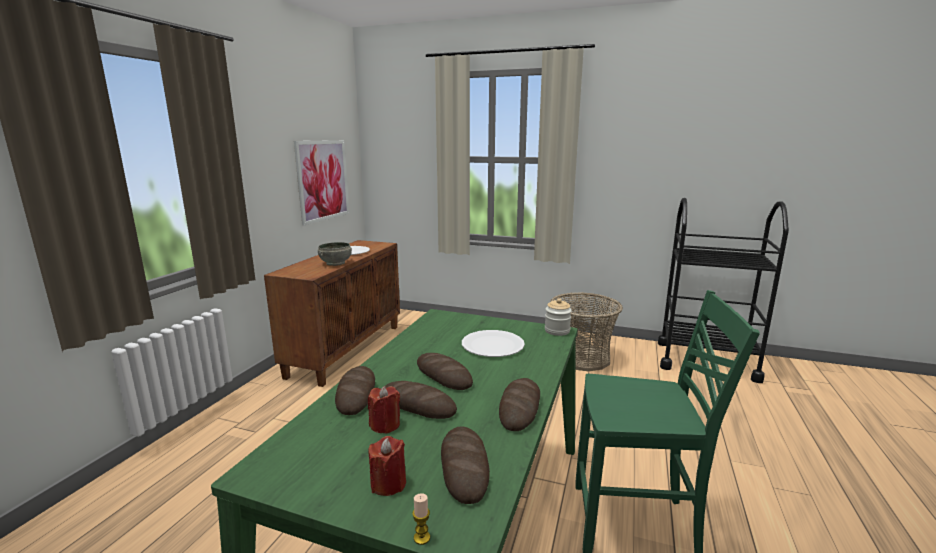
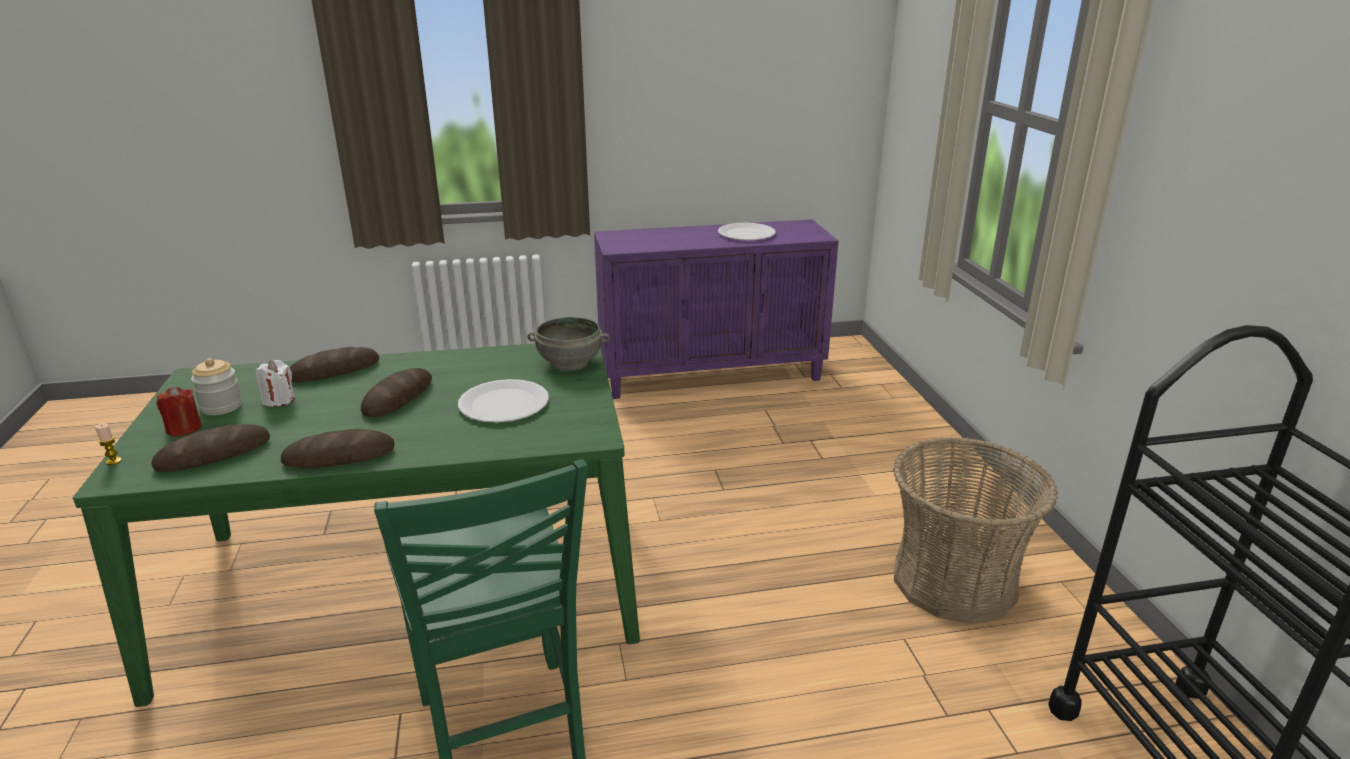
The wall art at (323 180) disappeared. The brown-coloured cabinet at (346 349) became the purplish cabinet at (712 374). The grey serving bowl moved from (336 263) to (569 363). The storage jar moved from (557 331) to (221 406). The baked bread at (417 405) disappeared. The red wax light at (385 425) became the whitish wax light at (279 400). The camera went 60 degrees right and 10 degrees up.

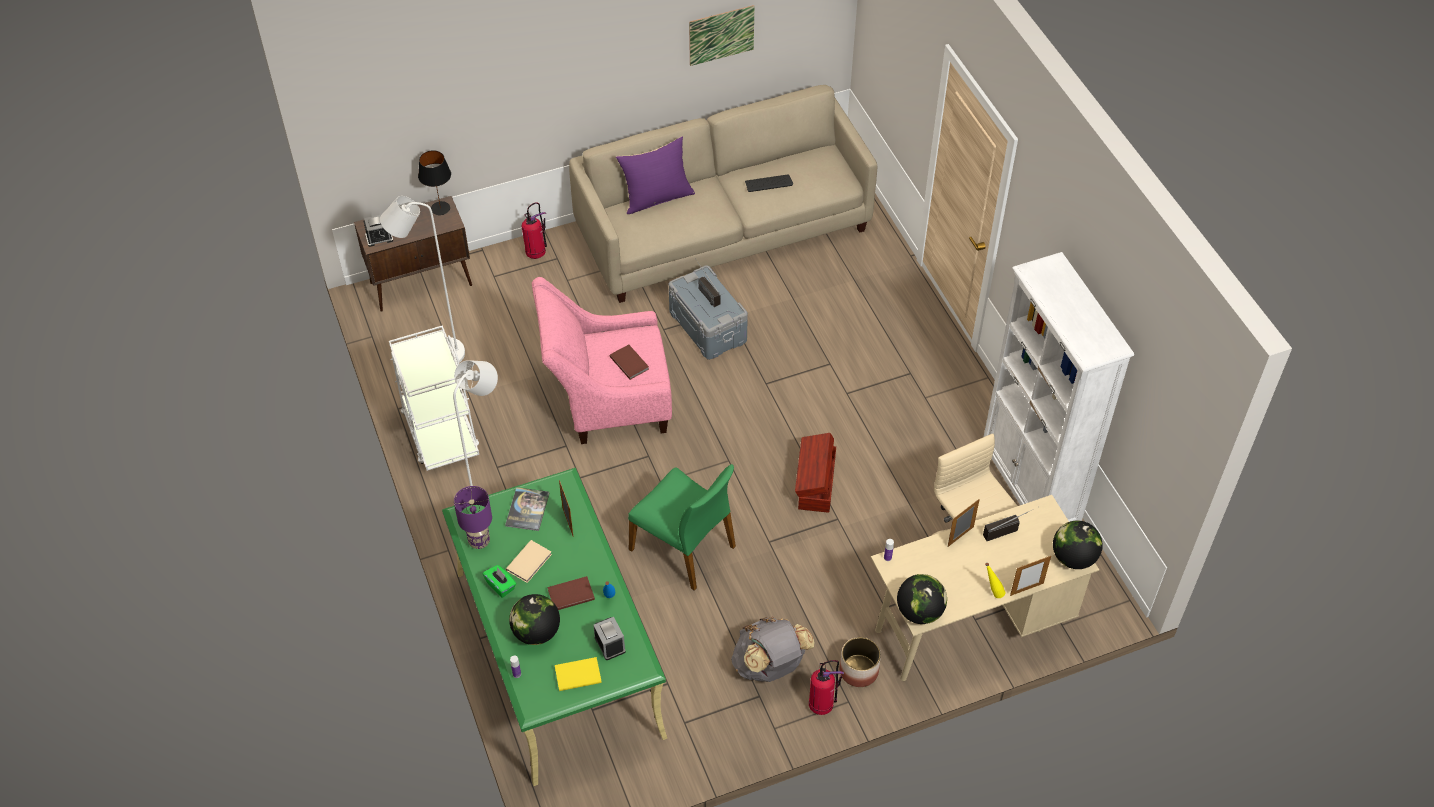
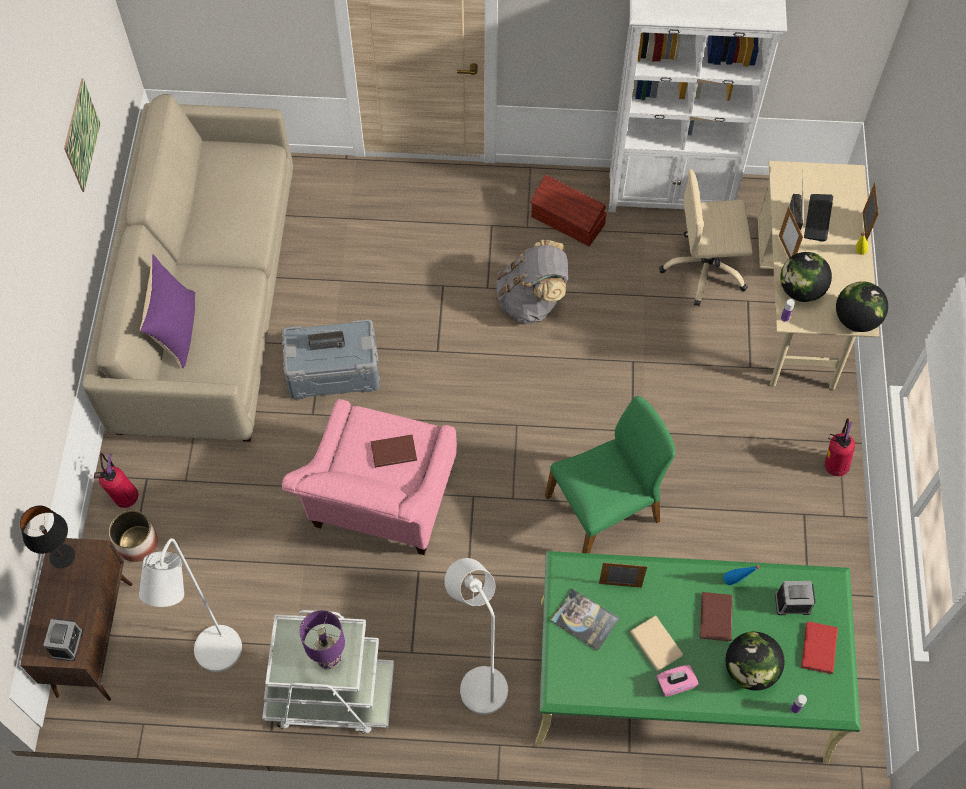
The computer keyboard moved from (768 183) to (818 218). The brown-coloured storage box moved from (815 484) to (568 222). The purplish table lamp moved from (479 542) to (329 658). The desk globe moved from (1073 558) to (801 290). The green box of tissues at (501 586) became the pink-coloured box of tissues at (675 684). The grey backpack moved from (770 666) to (532 301). The planter moved from (858 671) to (138 543). The yellow volume at (577 674) became the red volume at (817 648). The camera went 65 degrees left and 10 degrees up.

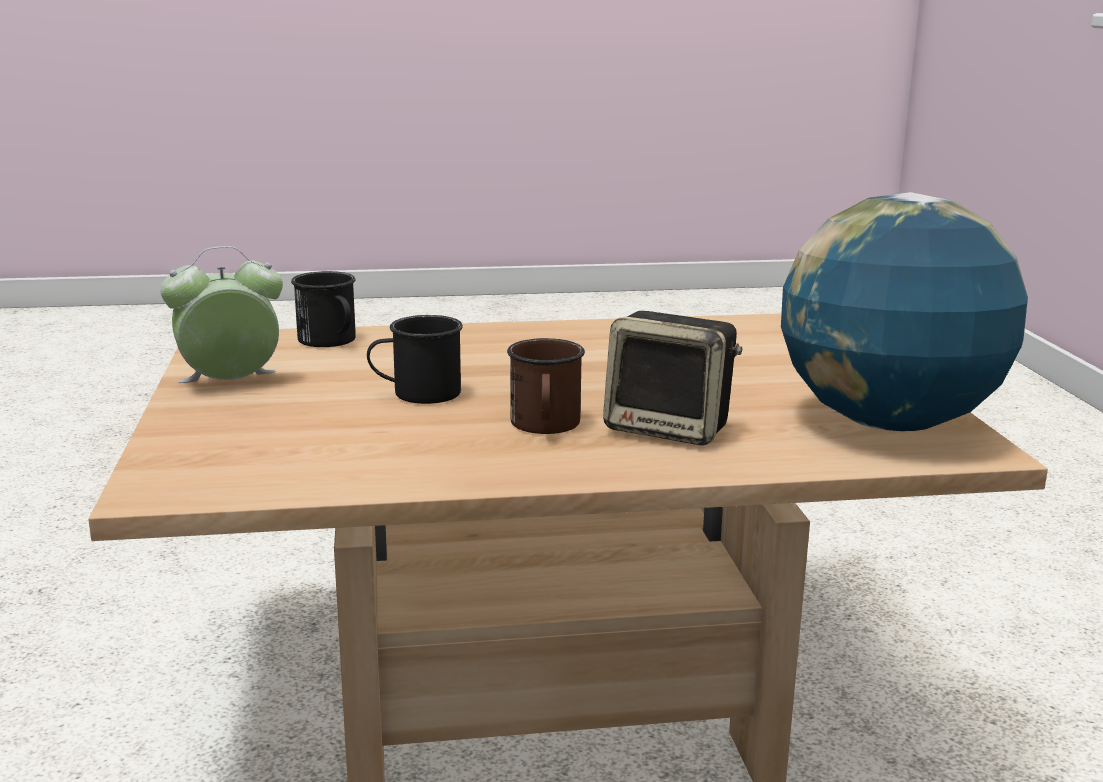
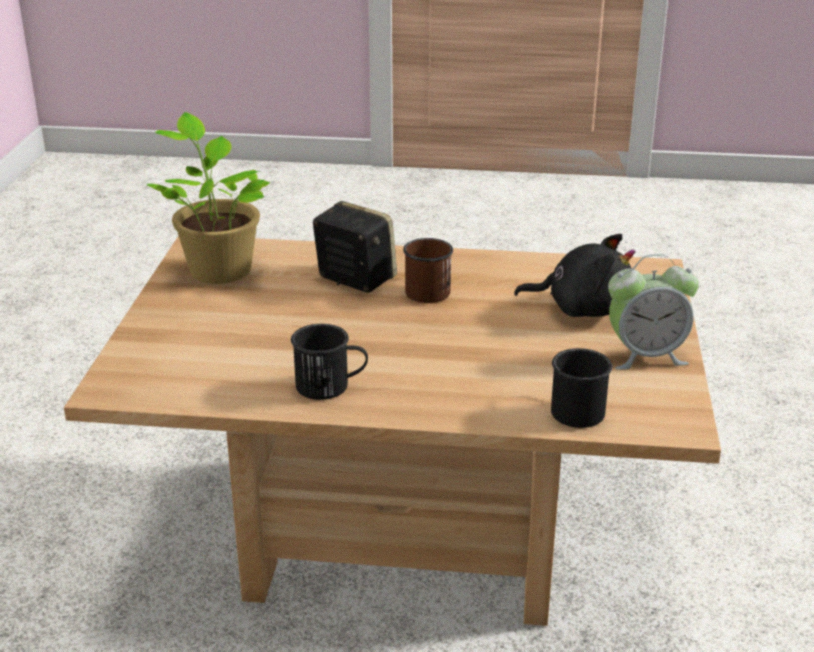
The desk globe at (887 423) was replaced by the houseplant at (218 269). The black-coloured coffee mug moved from (416 394) to (331 386). The black-coloured cuddly toy at (582 308) appeared. The camera went 165 degrees left and 10 degrees up.

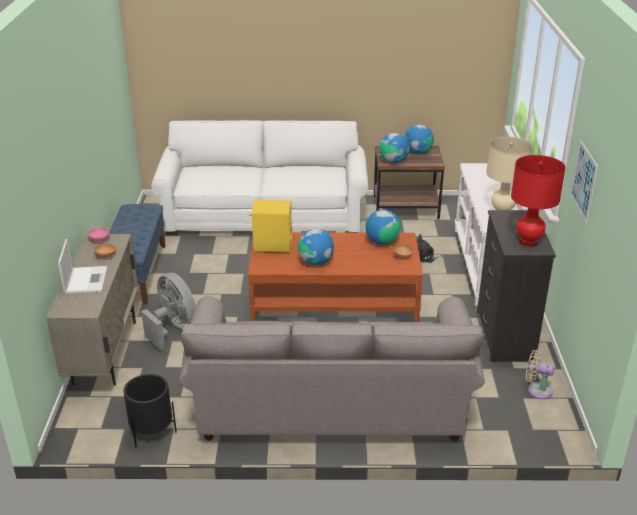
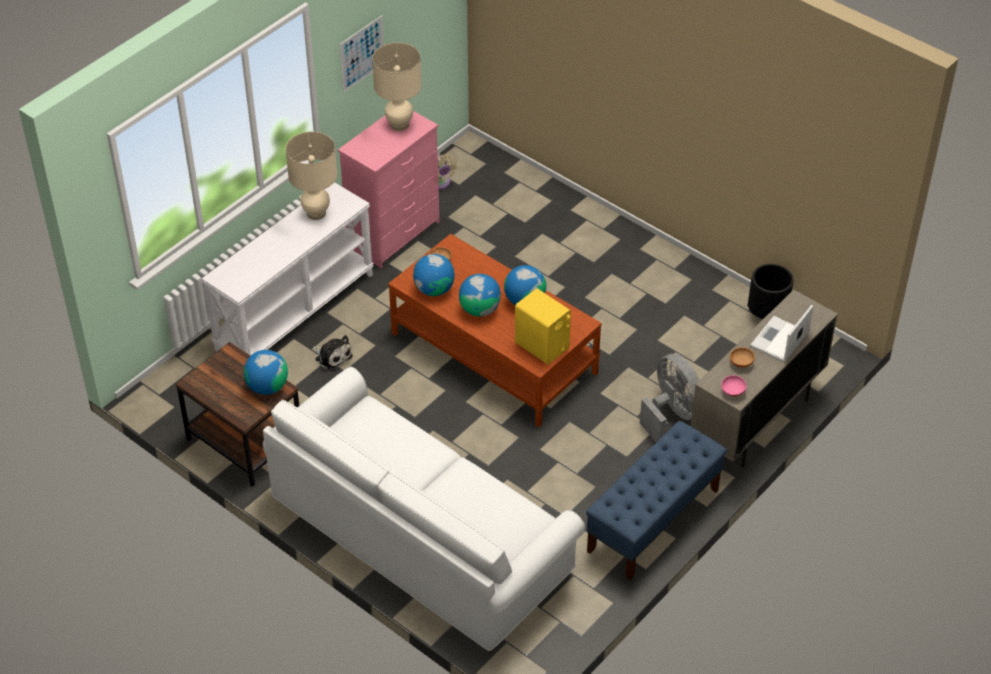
The desk globe moved from (417 152) to (479 309). The red table lamp at (528 241) became the sand-coloured table lamp at (399 124). The black-coloured drawer chest at (504 336) became the pink-coloured drawer chest at (394 234). The grey electric fan at (173 328) turned 150 degrees clockwise. The grey sofa at (330 404) disappeared. The camera went 140 degrees left and 15 degrees up.

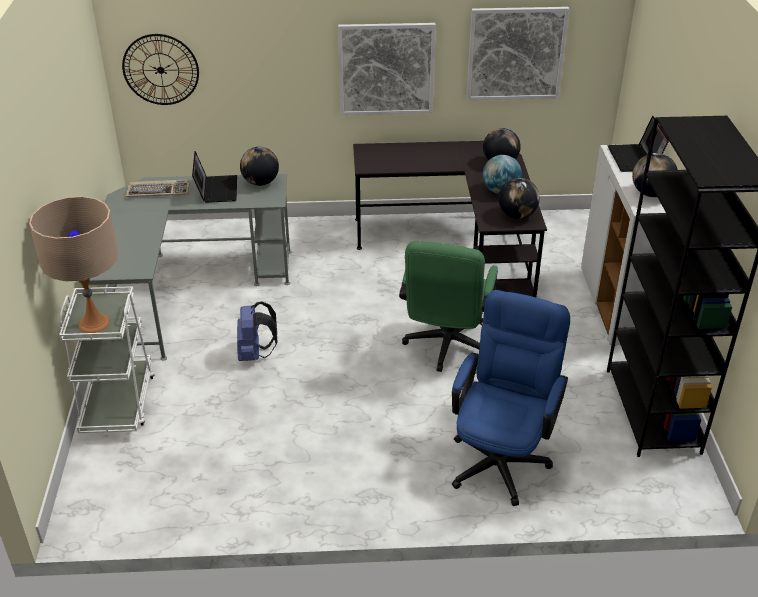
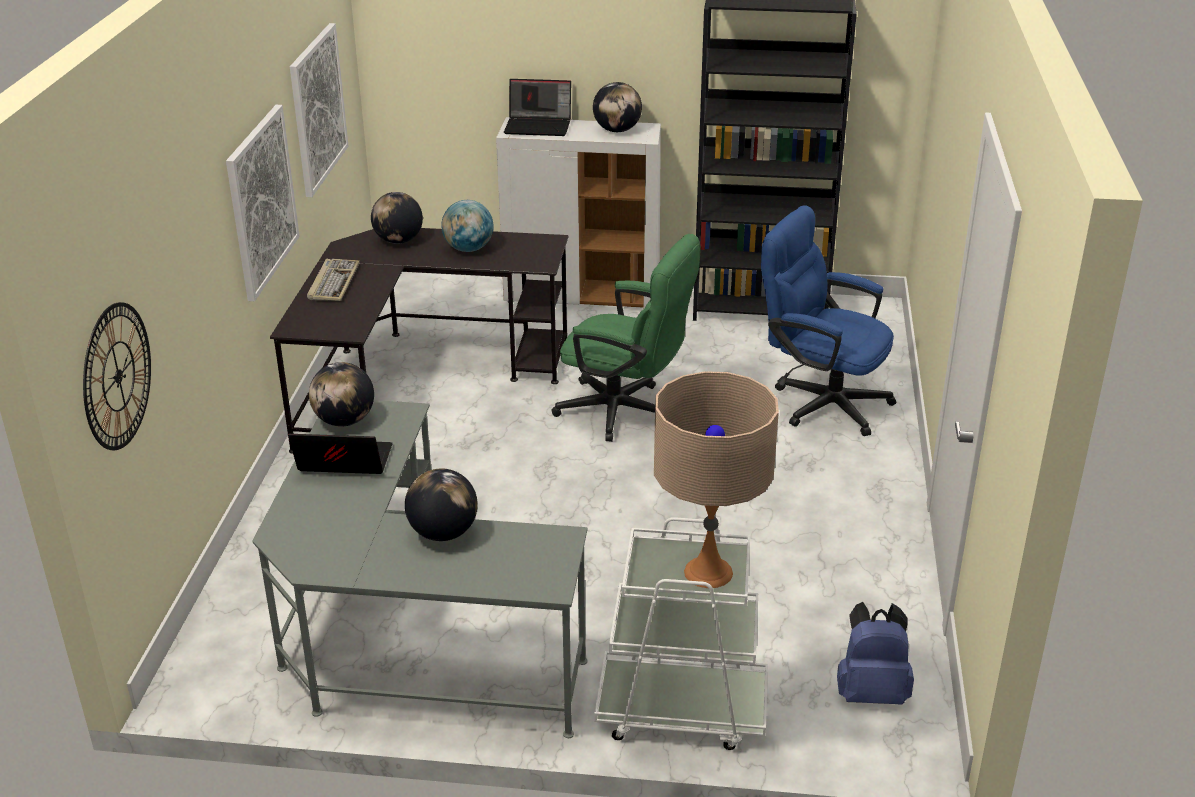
The desk globe moved from (517 215) to (443 533). The computer keyboard moved from (159 191) to (333 282). The blue backpack moved from (255 354) to (871 692). The camera went 80 degrees left and 5 degrees down.

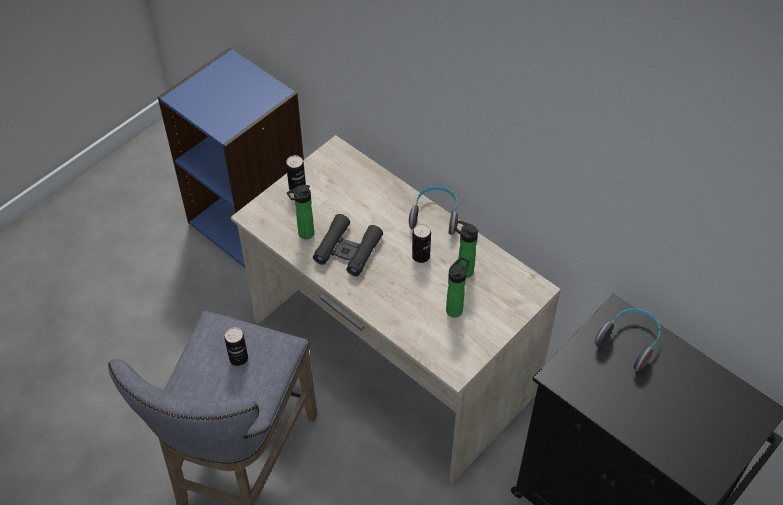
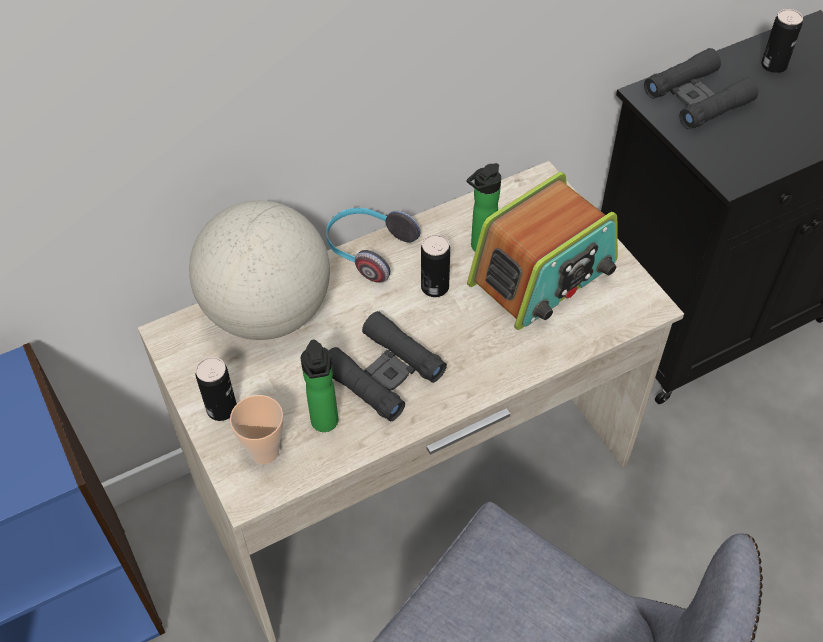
The drink bottle at (455 308) was replaced by the radio receiver at (543 275). The headphones at (629 342) was replaced by the black-coloured binoculars at (697 98). The metal can moved from (238 358) to (773 65). The desk globe at (268 313) appeared. The cup at (264 451) appeared. The camera went 70 degrees left and 0 degrees up.

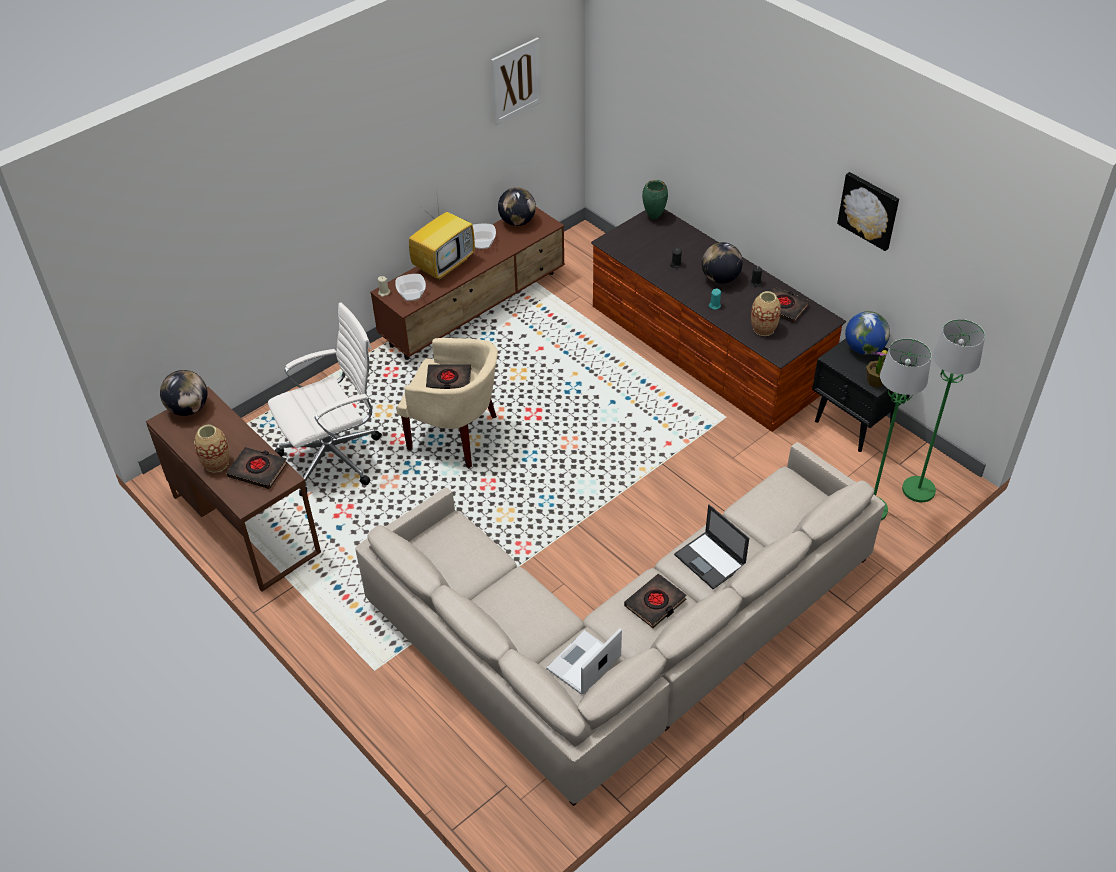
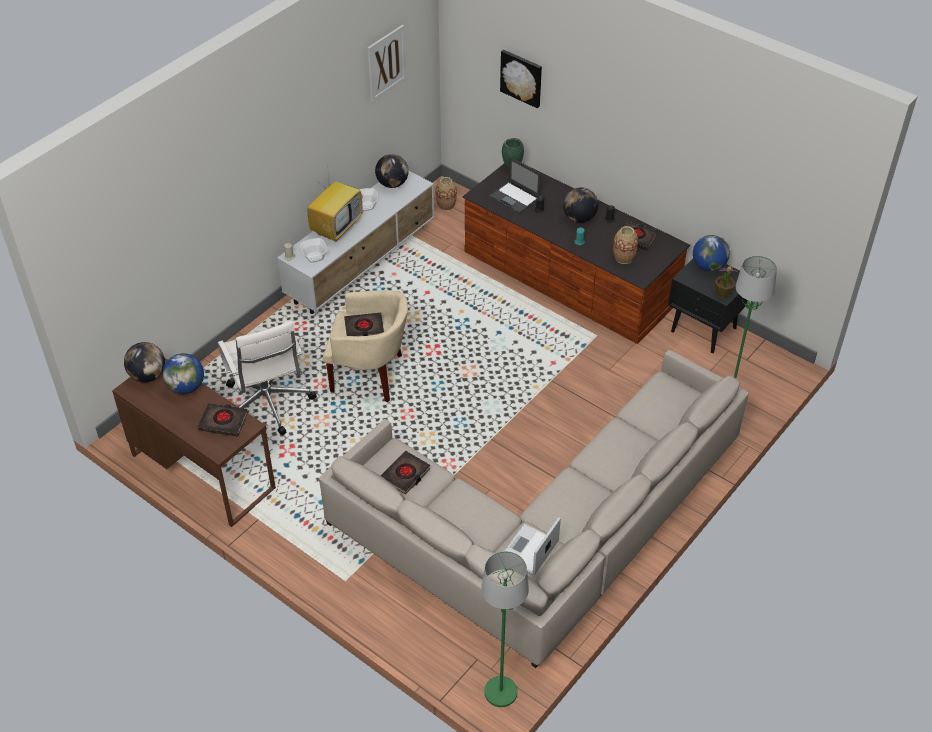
The wall art moved from (869 210) to (522 77). The brown-coloured tv stand at (475 308) became the whitish tv stand at (362 263). The whitish computer chair at (335 456) turned 105 degrees clockwise. The green standing lamp moved from (918 490) to (501 692). The vase moved from (216 463) to (446 205). The laptop moved from (710 561) to (515 198). The black-coloured volume moved from (655 603) to (405 475). The desk globe at (186 387) appeared. The camera went 10 degrees left and 0 degrees up.

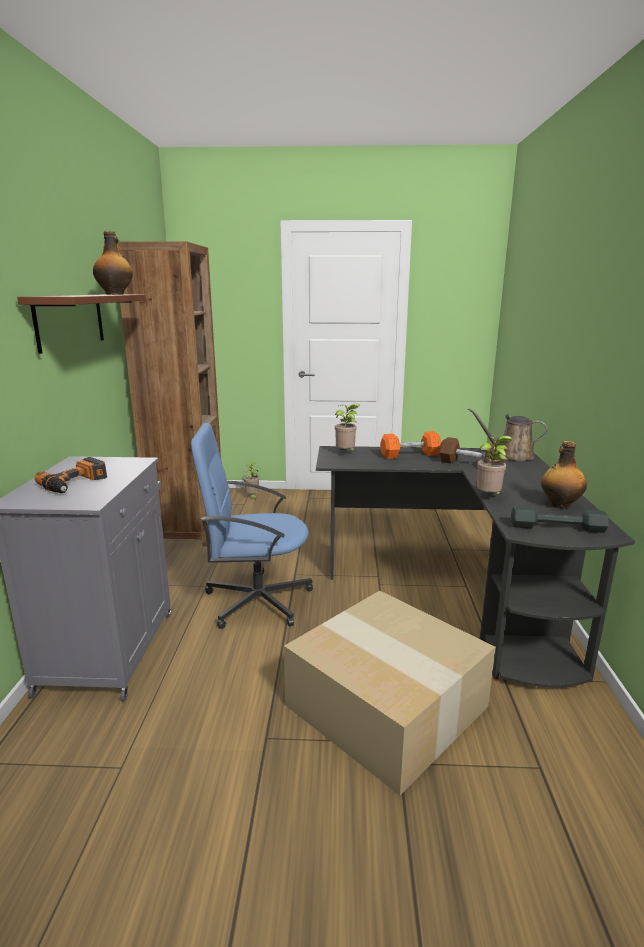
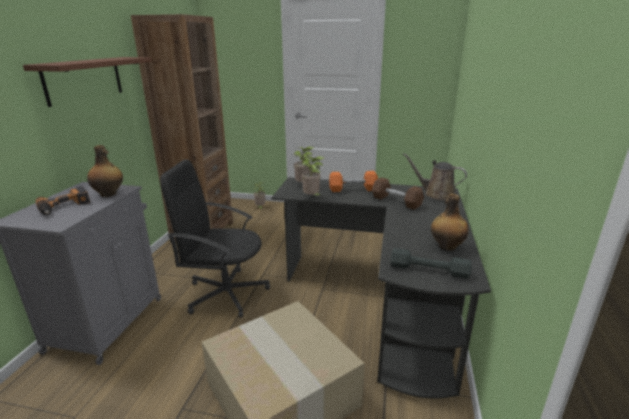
The drink bottle moved from (115 294) to (109 194). The blue computer chair at (256 600) became the black-coloured computer chair at (225 293). The houseplant moved from (489 497) to (312 198). The camera went 10 degrees right and 5 degrees up.

